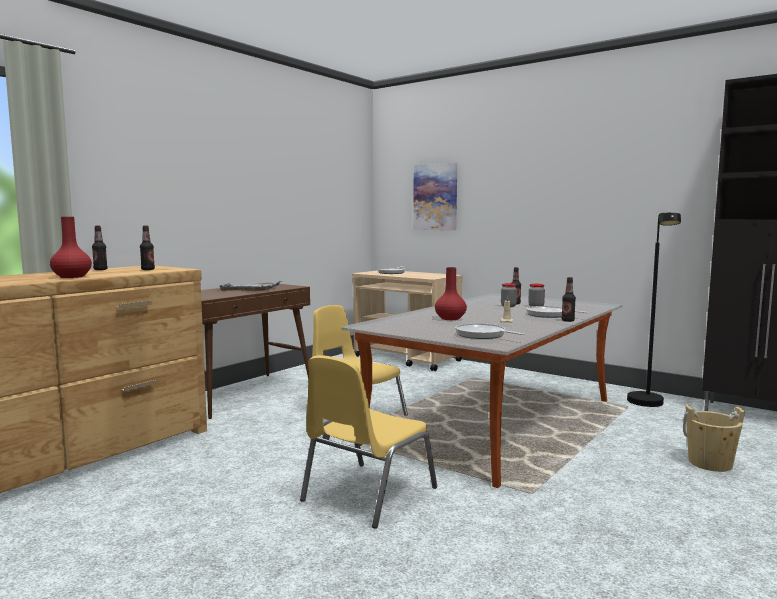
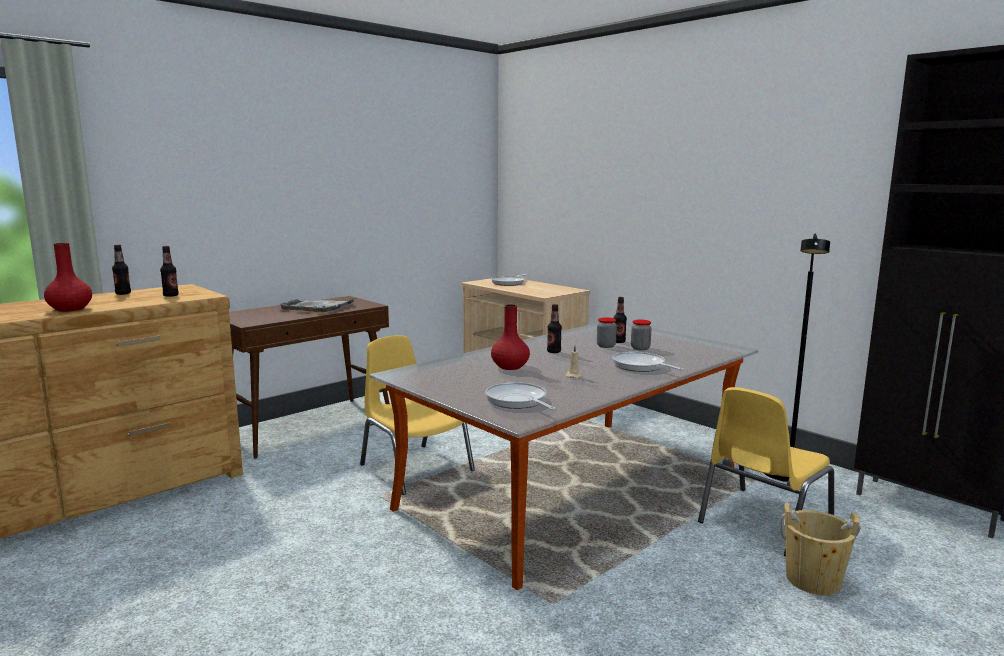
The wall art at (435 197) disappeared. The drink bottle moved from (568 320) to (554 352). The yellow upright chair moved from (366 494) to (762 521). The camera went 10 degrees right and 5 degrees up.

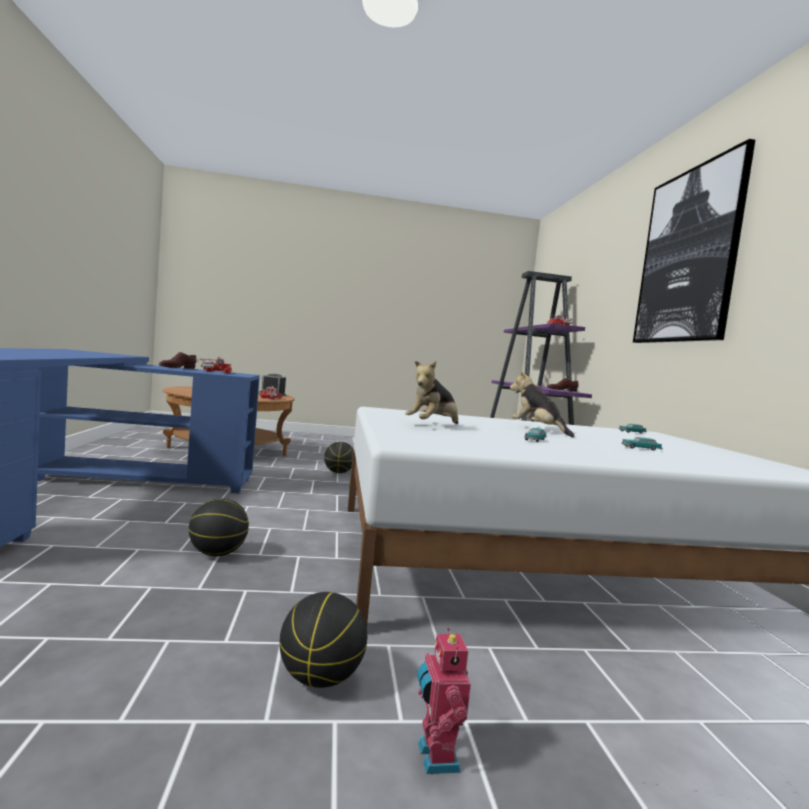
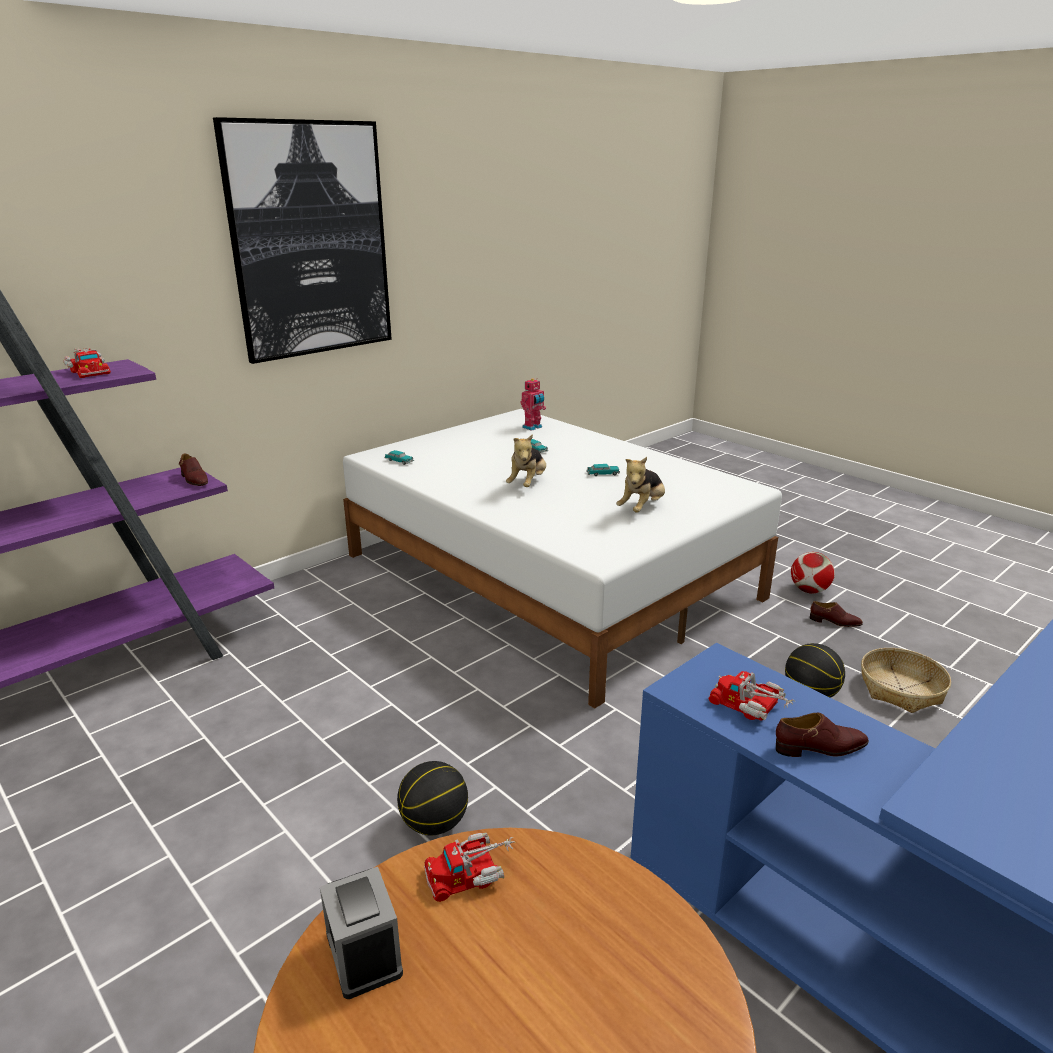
The cuddly toy at (432 425) turned 120 degrees clockwise. The ball for basketball at (320 678) was replaced by the ball for football at (809 590). The toy robot moved from (435 757) to (533 427). The brown-coloured shoe at (835 622) appeared. The storage basket at (901 689) appeared. The camera went 125 degrees left and 20 degrees up.

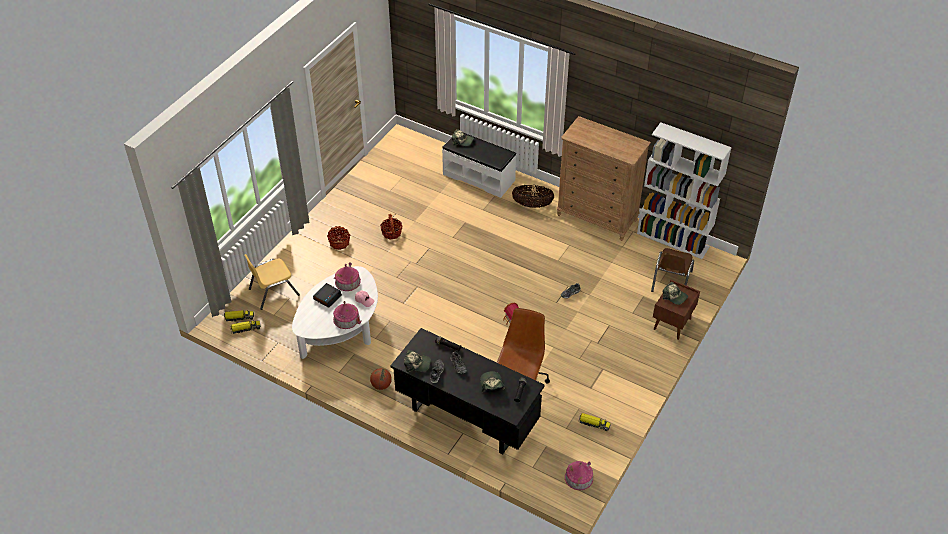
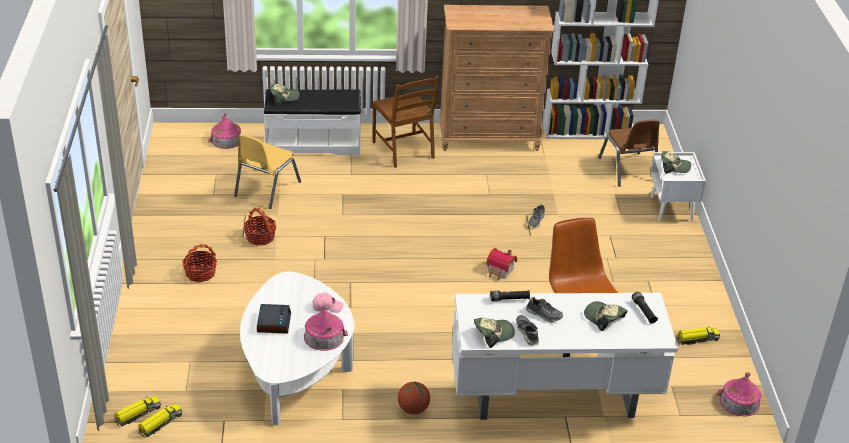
The storage basket at (532 205) was replaced by the brown-coloured upright chair at (404 150). The yellow upright chair moved from (273 292) to (266 189). The miniature house moved from (347 281) to (226 140). The brown-coloured nightstand at (672 324) became the whitish nightstand at (672 209). The black-coloured desk table at (466 418) became the whitish desk table at (553 398). The camera went 35 degrees left and 10 degrees down.

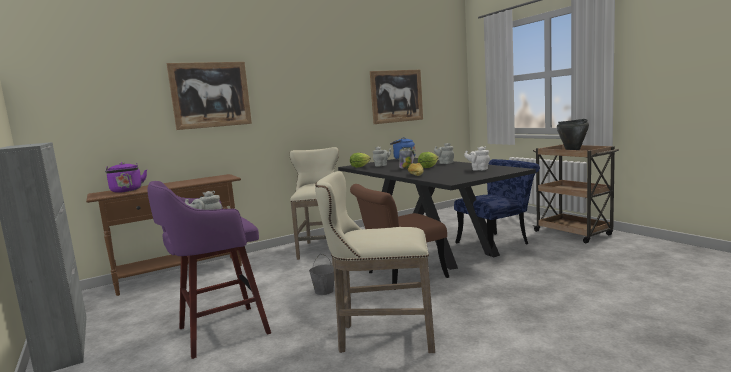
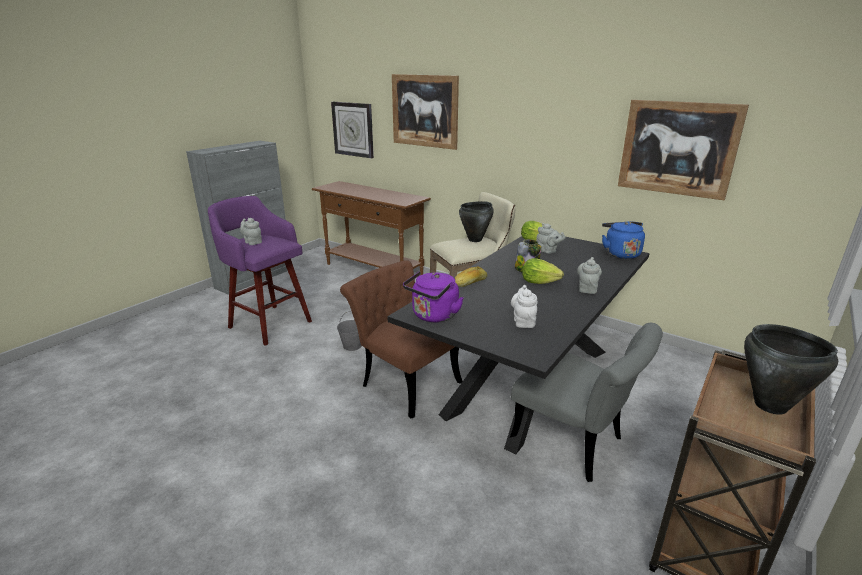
The blue upright chair at (497 243) became the grey upright chair at (575 445). The purplish tea kettle moved from (127 191) to (433 316). The sand-coloured stool at (381 336) disappeared. The clock on the wall at (353 129) appeared. The black-coloured stockpot at (475 240) appeared. The camera went 65 degrees right and 15 degrees up.

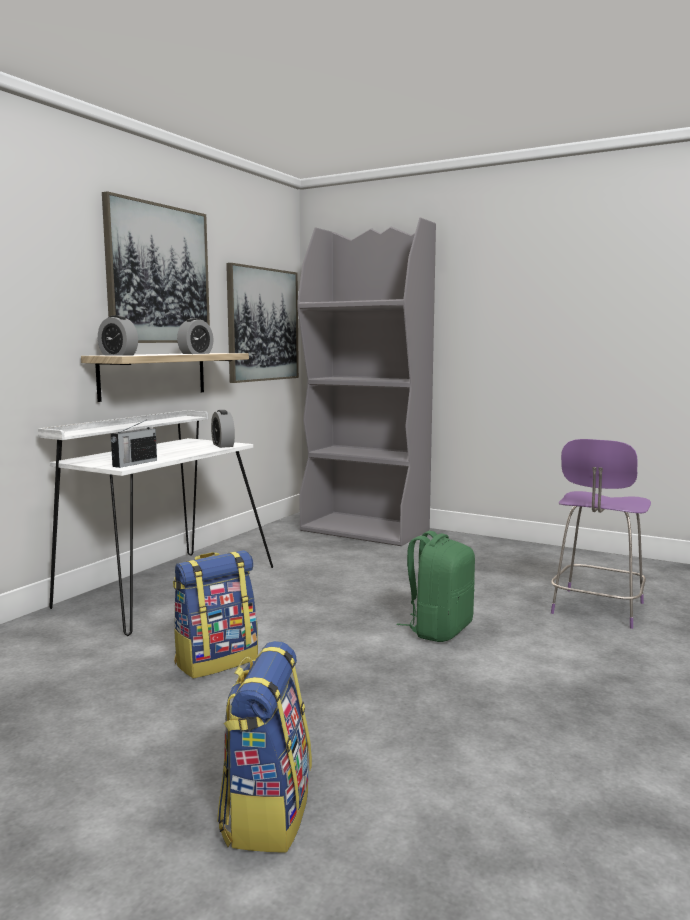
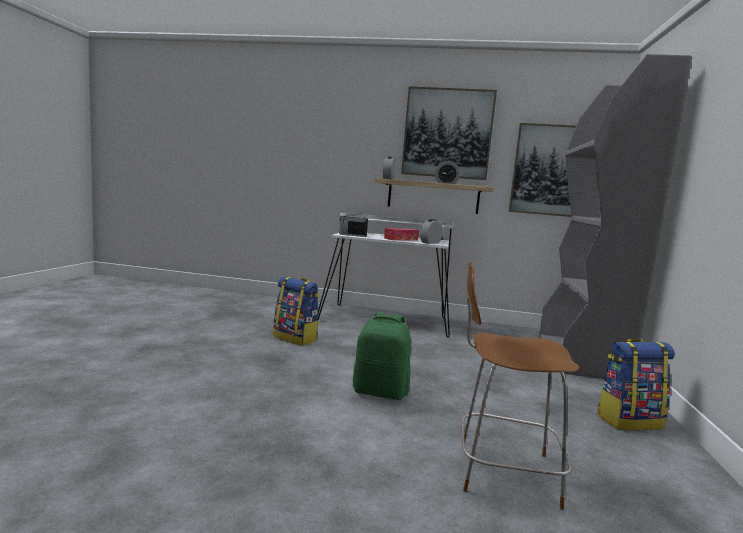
The purplish upright chair at (596 609) became the brown-coloured upright chair at (502 471). The backpack moved from (266 813) to (629 420). The box of tissues at (401 239) appeared. The camera went 70 degrees right and 0 degrees up.

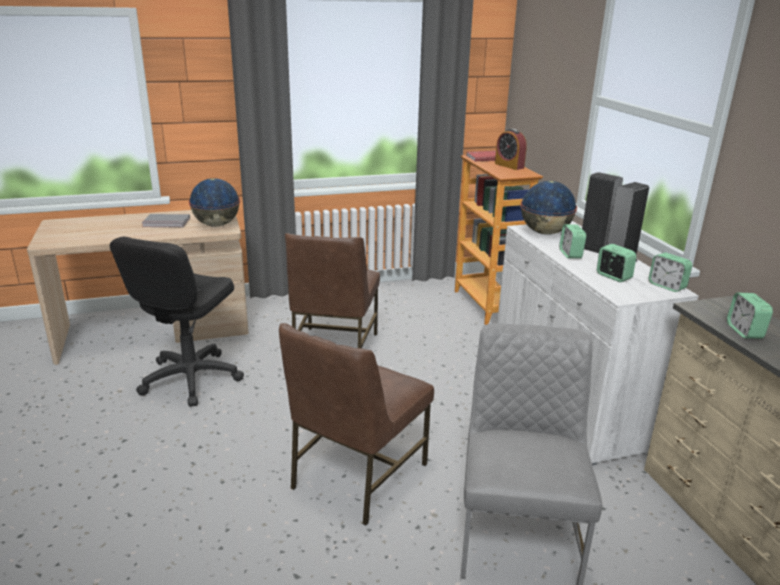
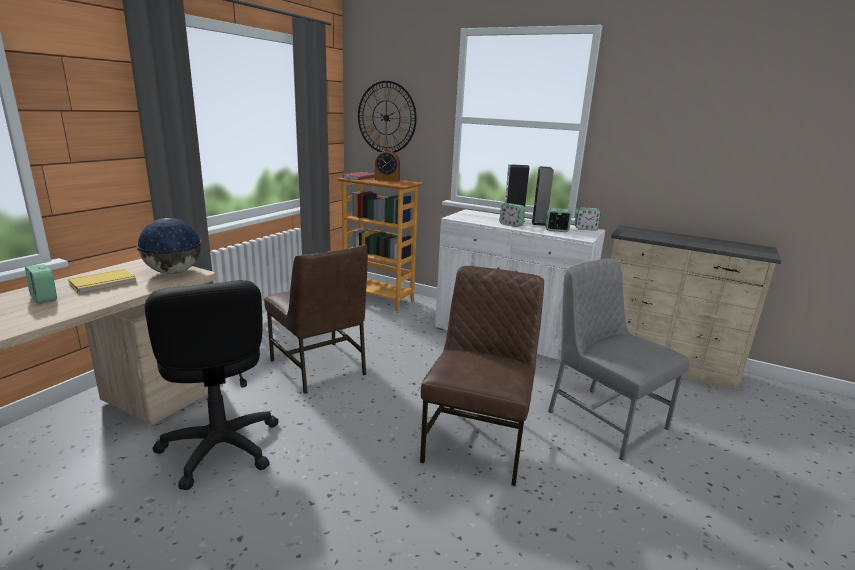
The desk globe at (545 233) disappeared. The grey volume at (166 223) became the yellow volume at (104 283). The table clock moved from (744 331) to (44 298). The brown-coloured upright chair at (356 476) turned 150 degrees counterclockwise. The clock on the wall at (386 117) appeared. The camera went 45 degrees left and 5 degrees down.

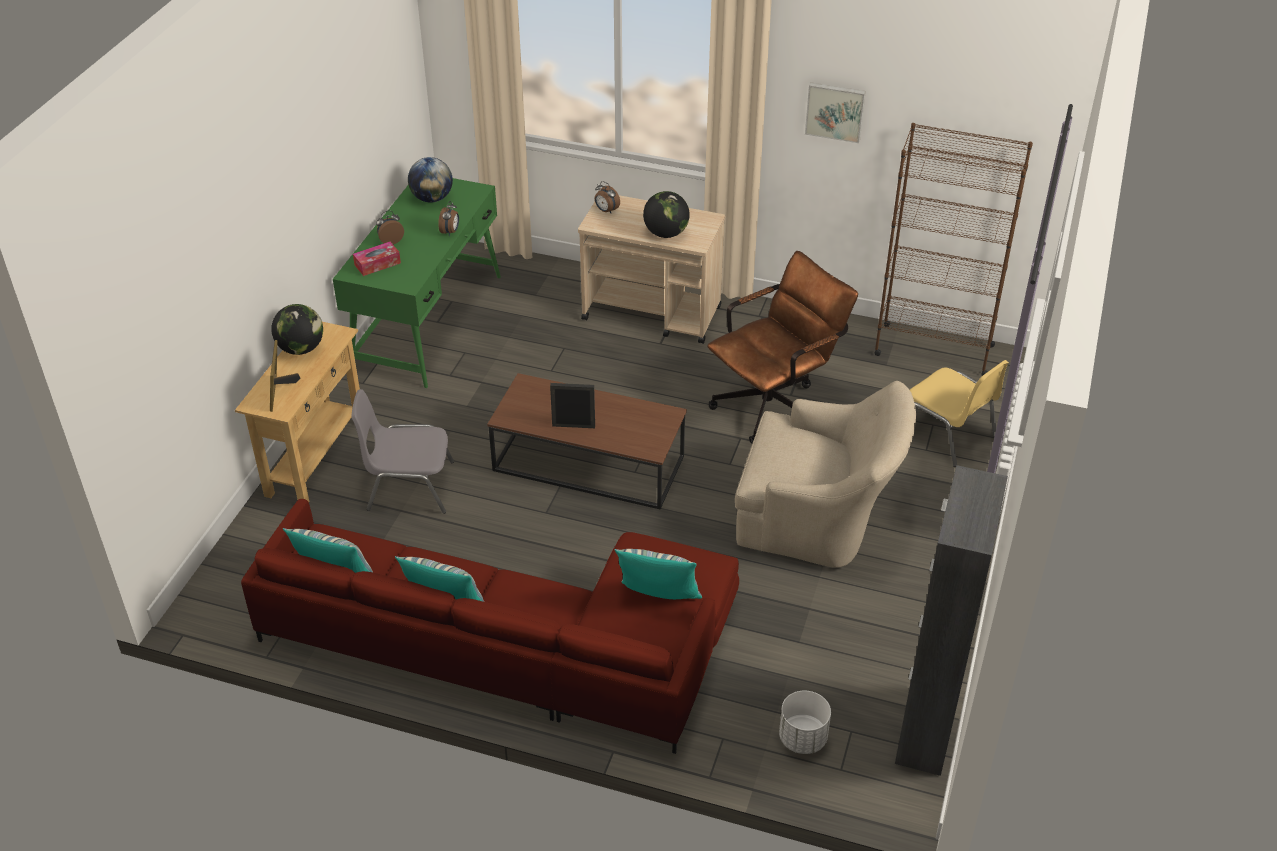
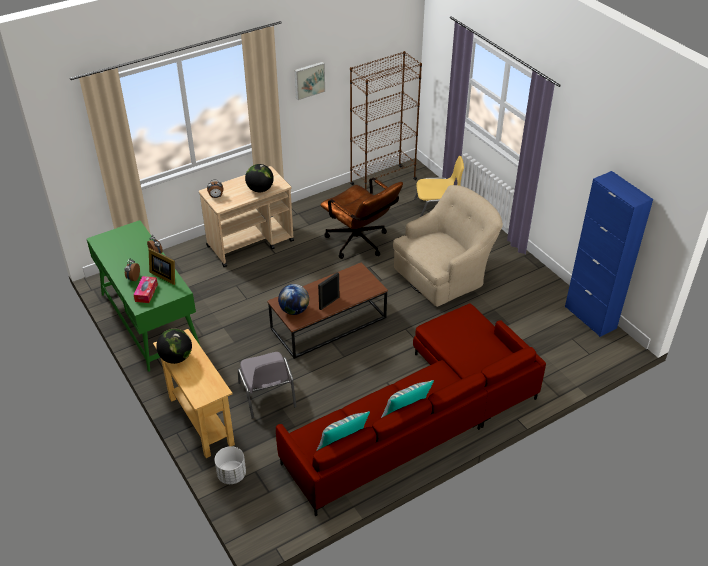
The desk globe moved from (432 198) to (294 310). The brown-coloured computer chair at (775 404) turned 135 degrees clockwise. The standing frame moved from (281 391) to (164 275). The grey upright chair at (409 486) turned 60 degrees counterclockwise. The black-coloured cabinet at (926 730) became the blue cabinet at (590 317). The cushion at (659 598) disappeared. The whitish planter moved from (802 738) to (232 475). The camera went 50 degrees left and 0 degrees up.

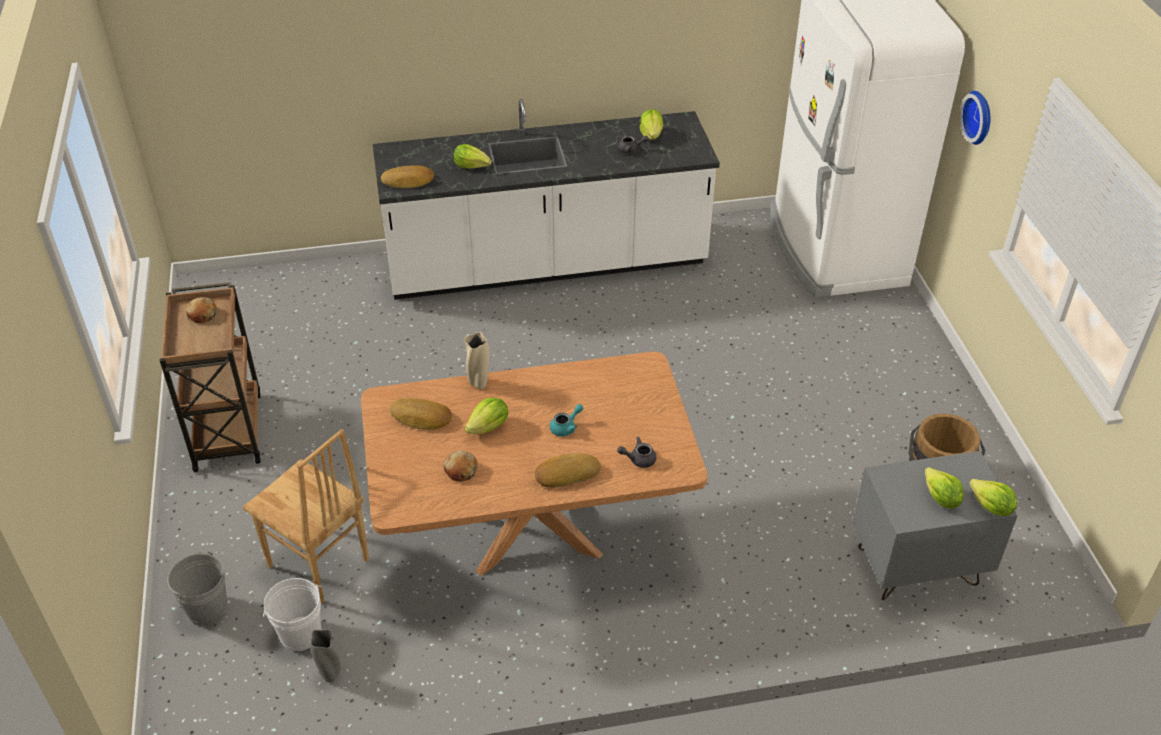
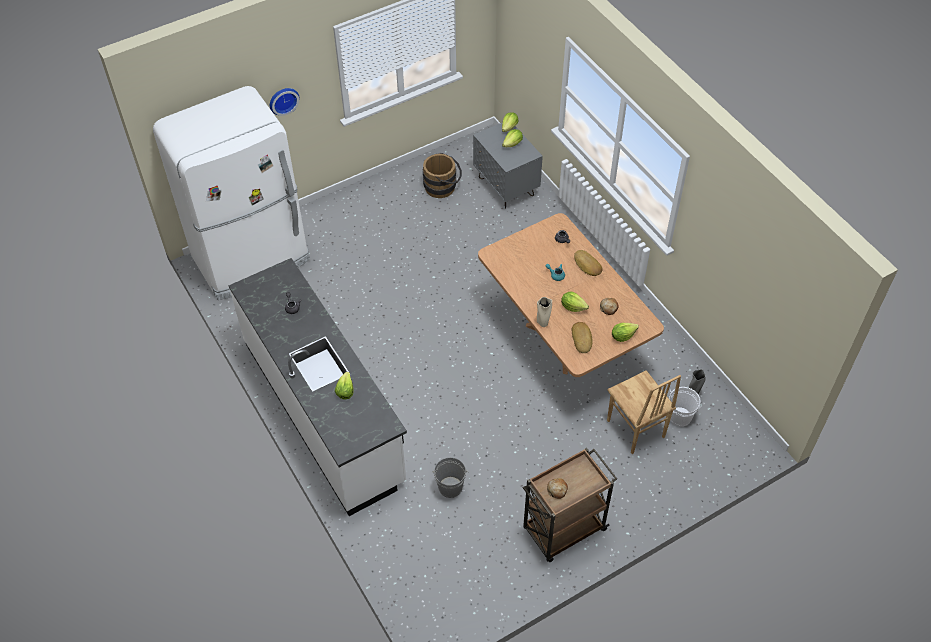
The lettuce head moved from (651 135) to (622 336). The baked bread at (408 181) disappeared. The brown-coloured upright chair at (318 564) turned 135 degrees clockwise. The grey pail moved from (207 609) to (450 487). The camera went 110 degrees left and 10 degrees up.

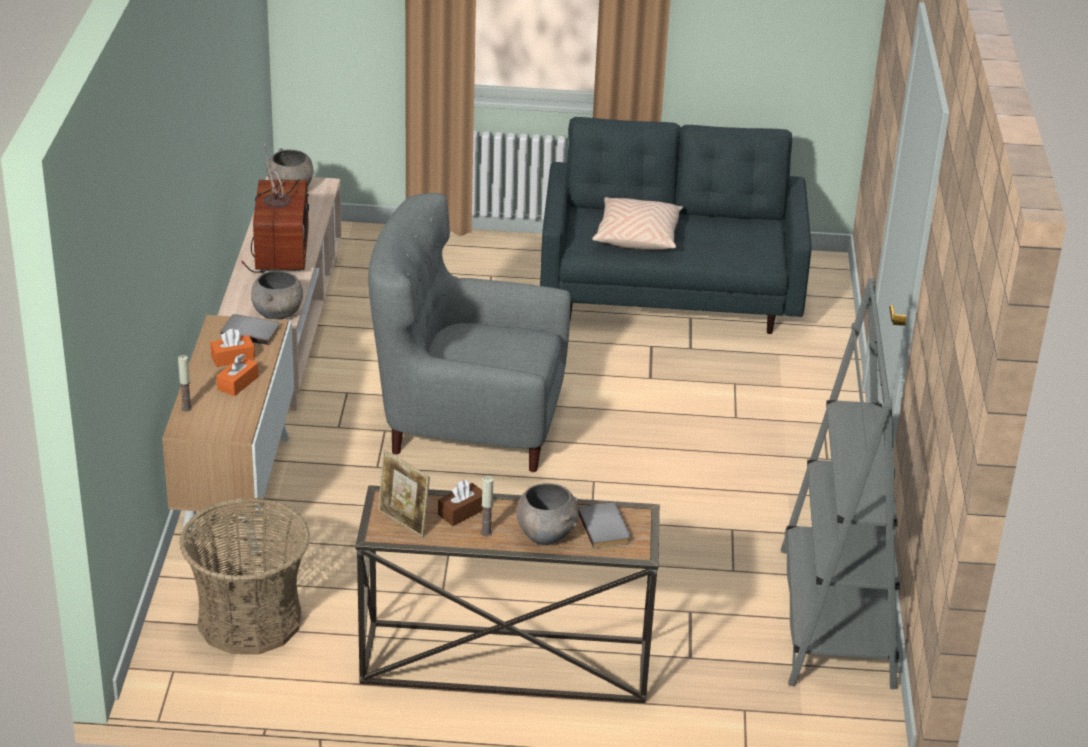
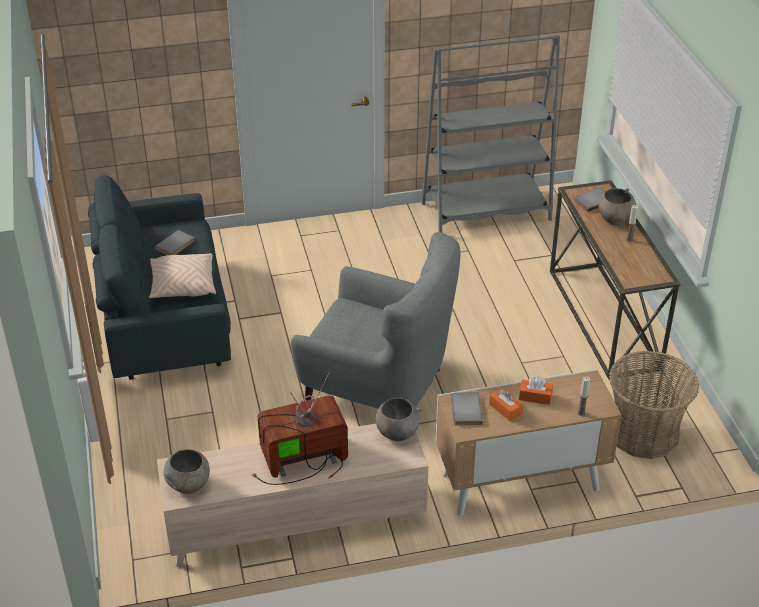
The grey lounge chair at (468 424) turned 60 degrees counterclockwise. The standing frame at (403 523) disappeared. The brown-coloured box of tissues at (462 511) disappeared. The grey volume at (176 245) appeared. The camera went 105 degrees left and 5 degrees up.

